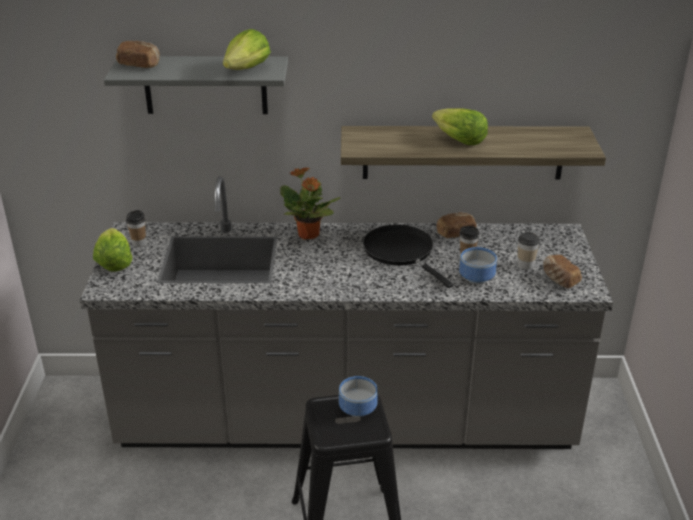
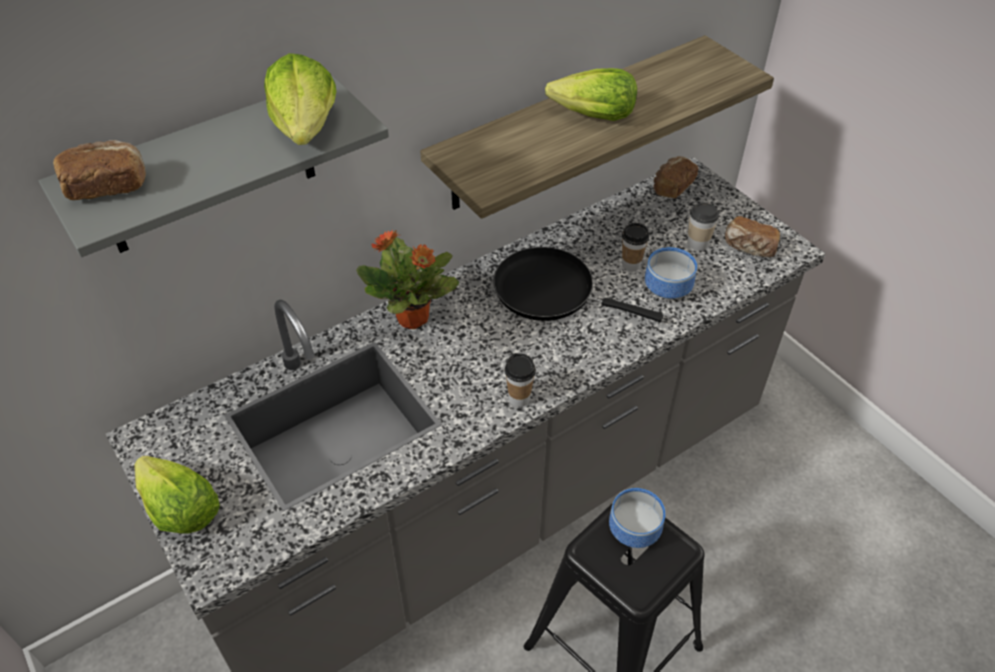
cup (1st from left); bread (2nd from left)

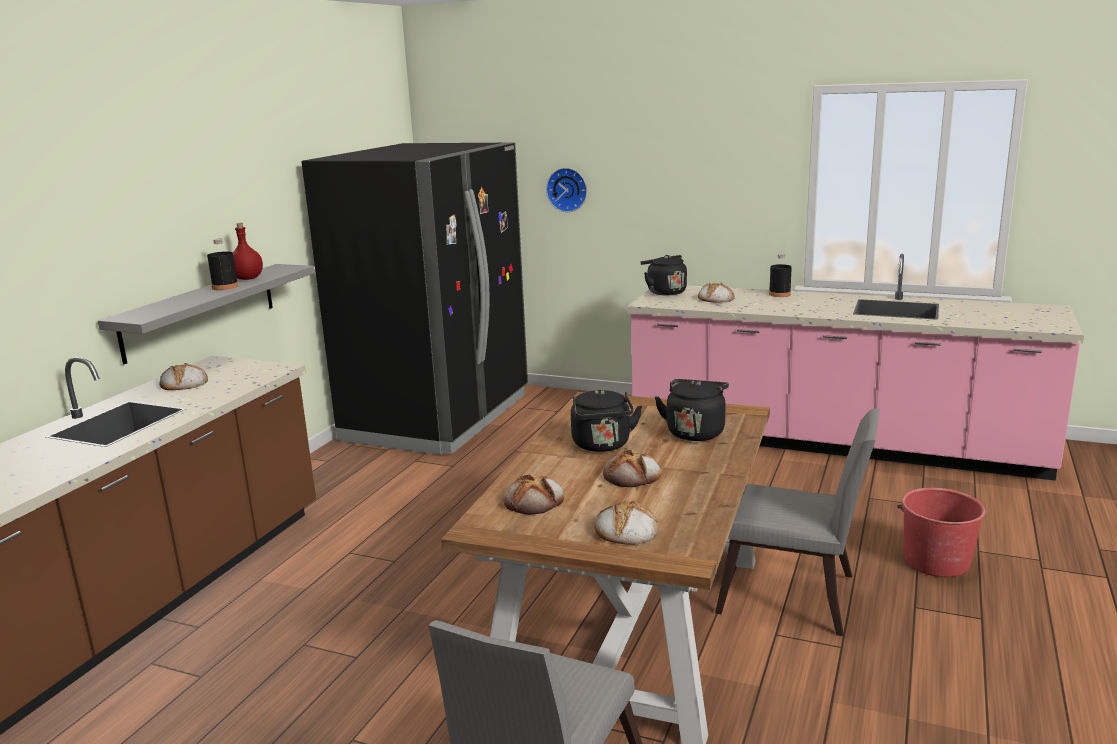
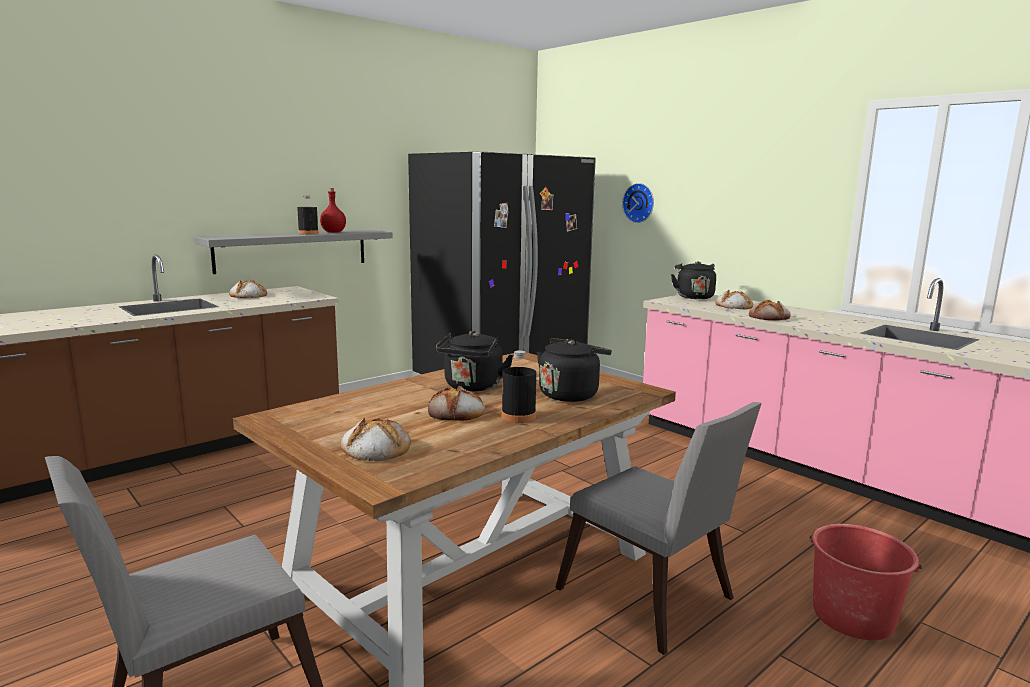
bread (5th from left); bottle/black (2nd from left)

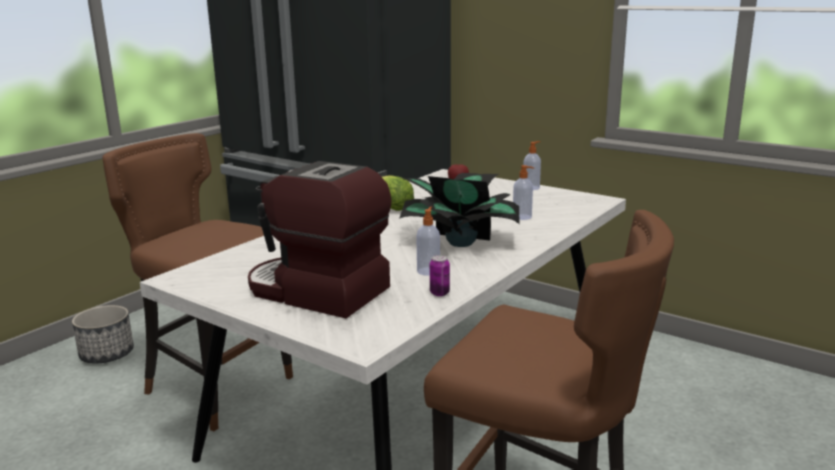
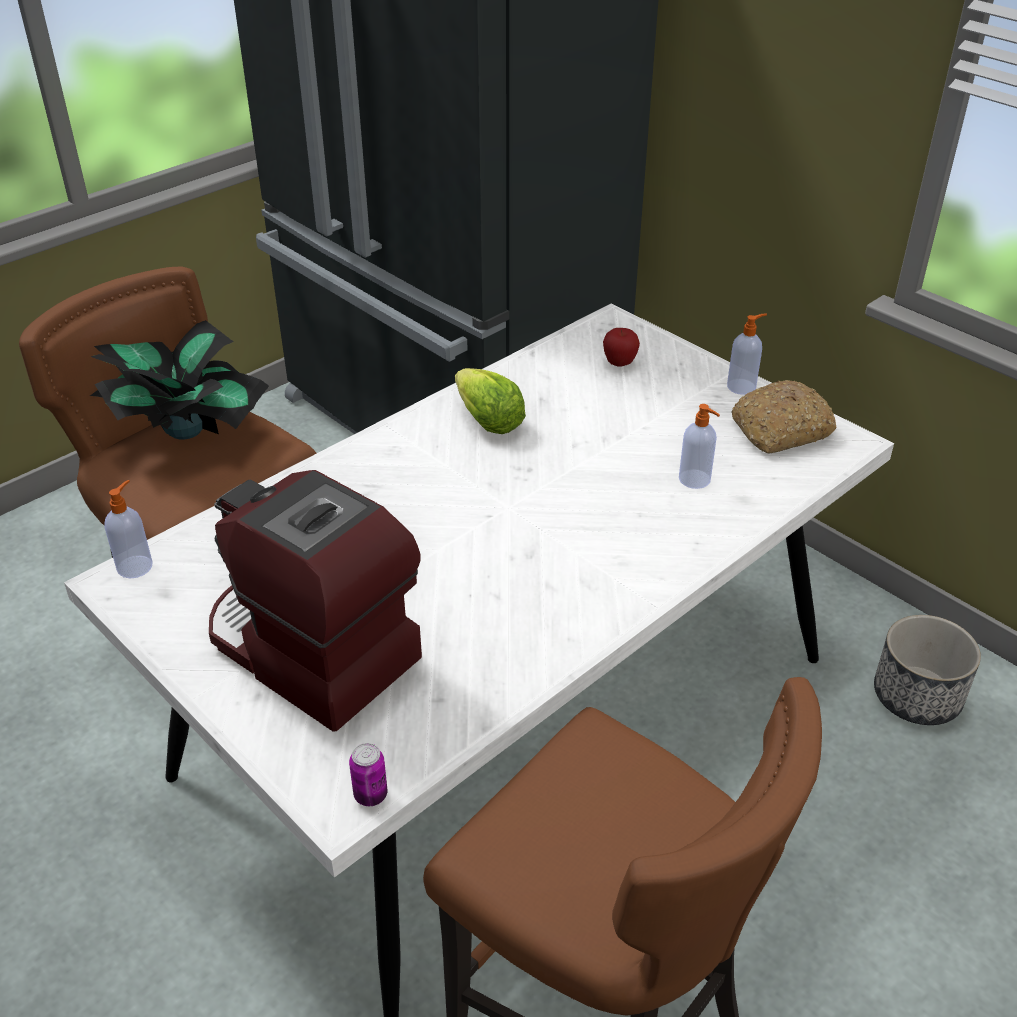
planter; potted plant; soap dispenser (1st from left); can; bread

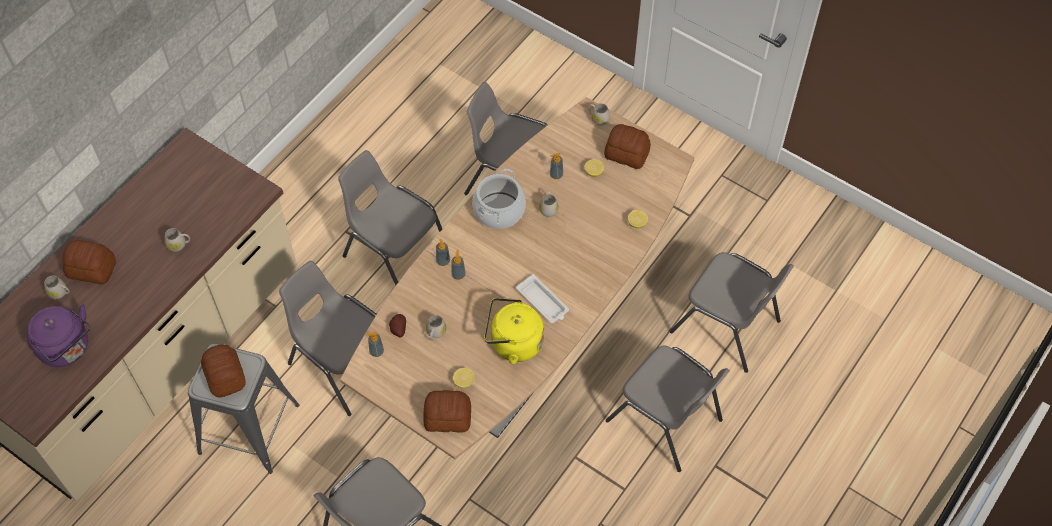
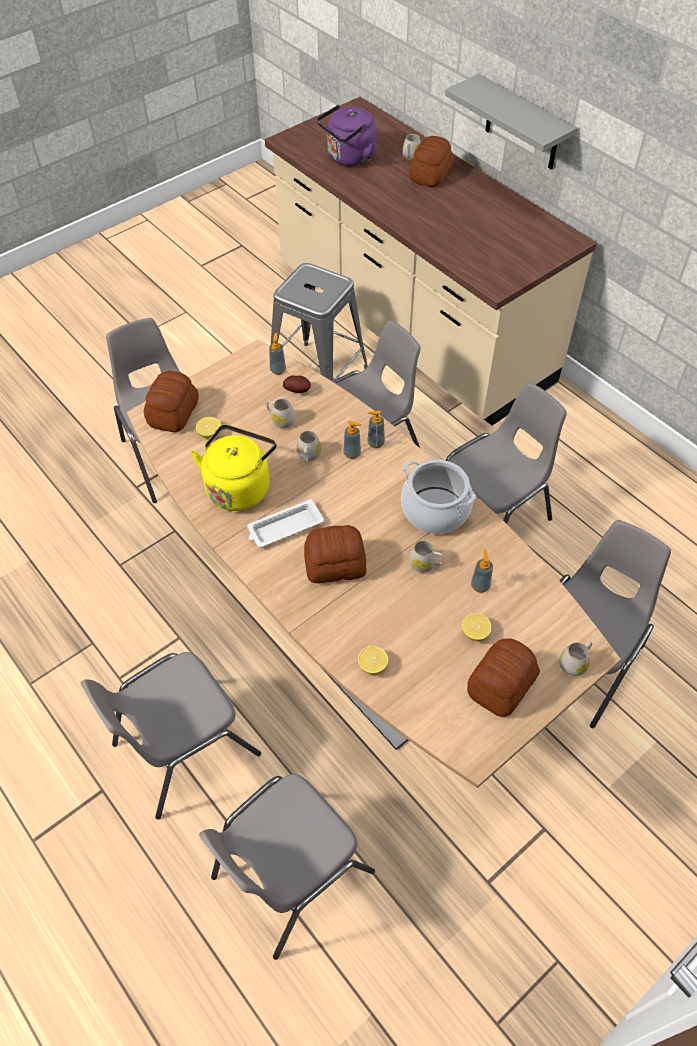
mug/white (2nd from left); bread (2nd from left); shelf/grey

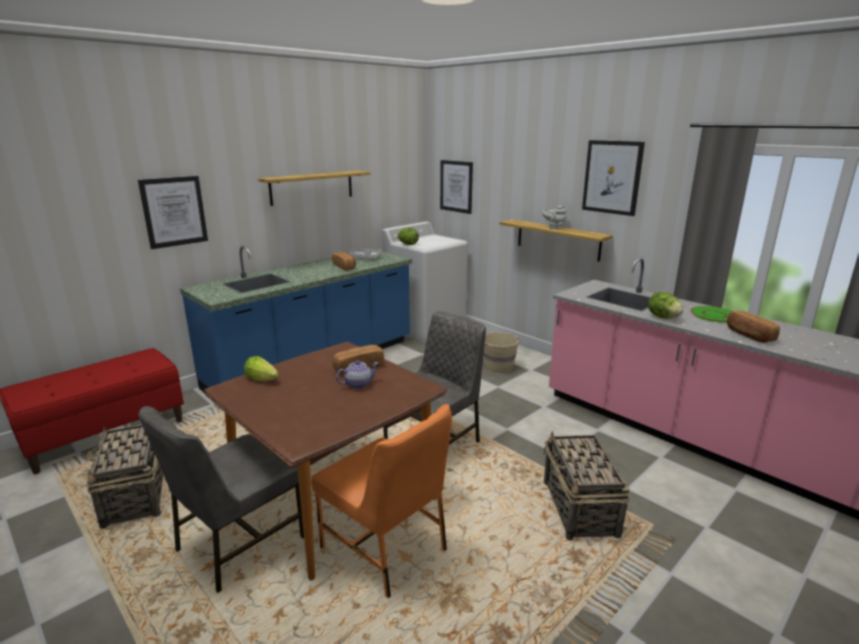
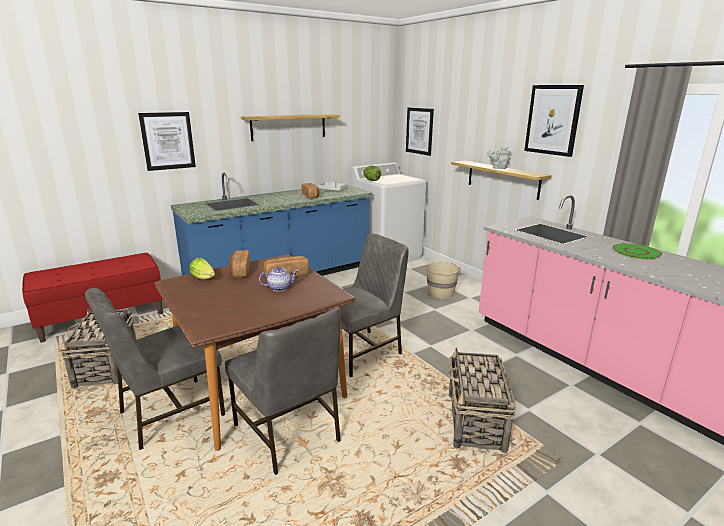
chair/grey (2nd from left); lettuce (3rd from left in the first image); bread (1st from left)

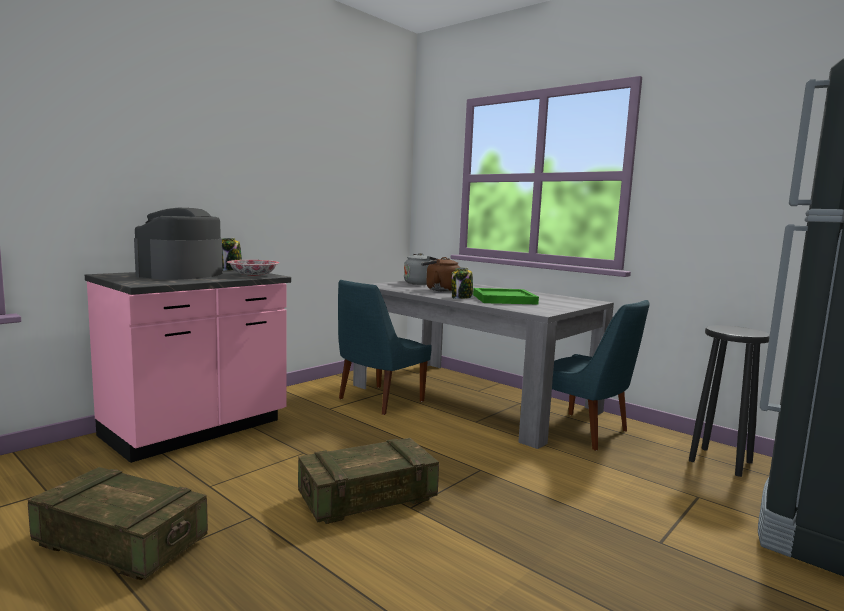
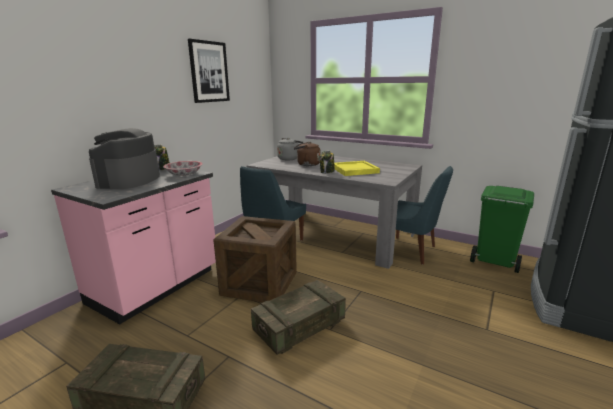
tray/yellow; trash can/green; picture; crate (2nd from left)

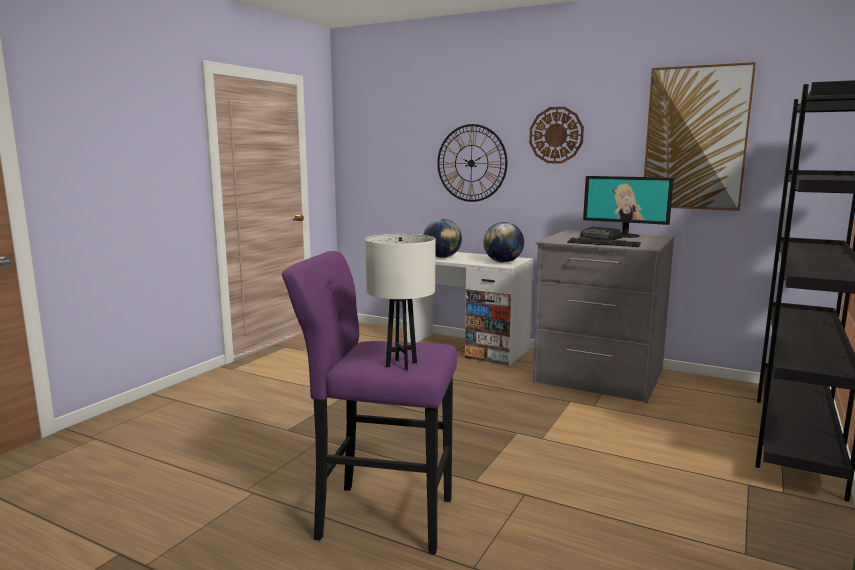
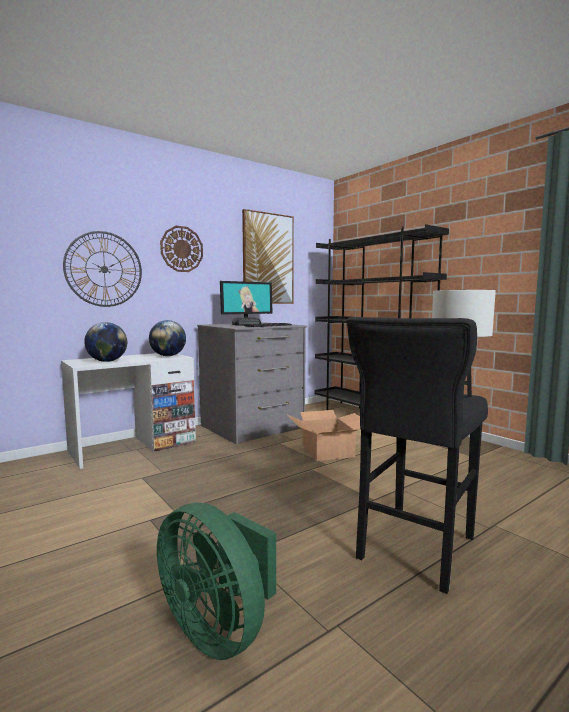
stool/black; fan/green; cardboard box

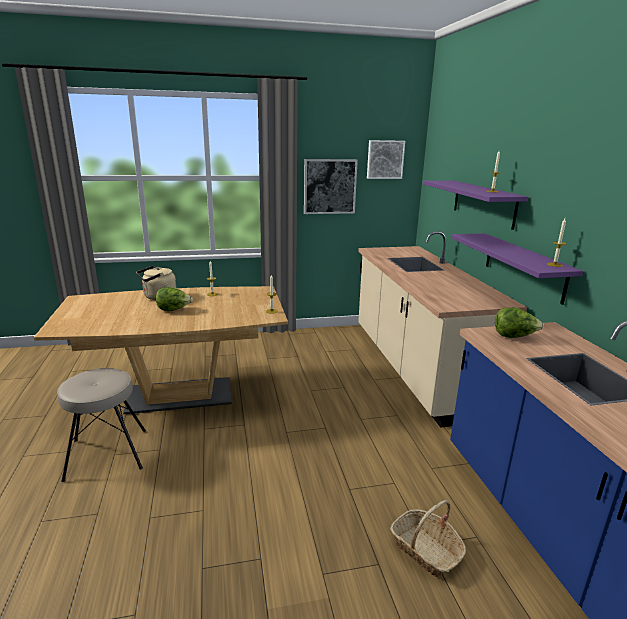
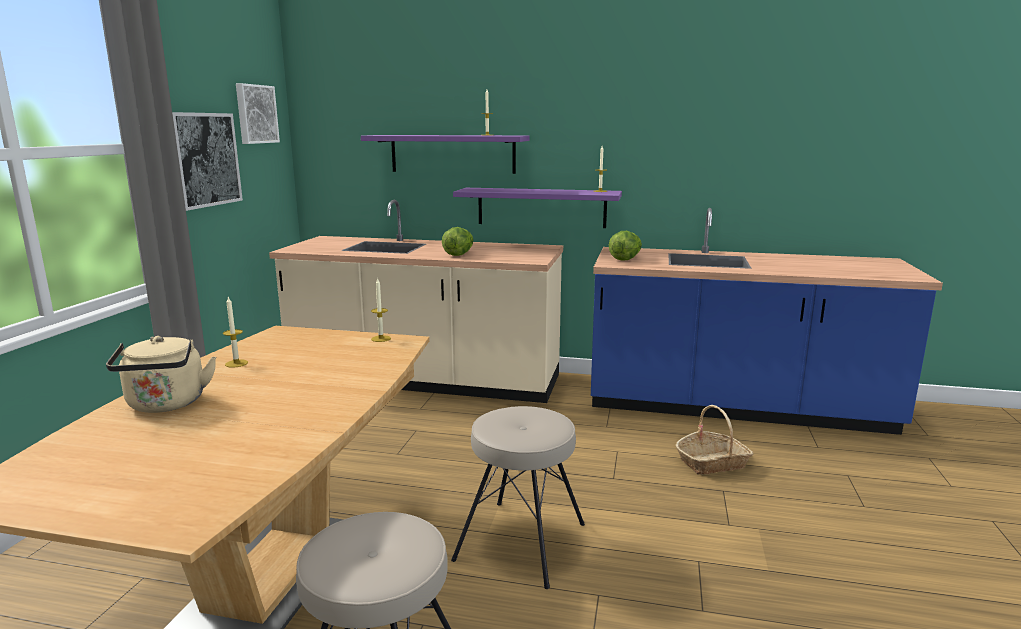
lettuce (1st from left); stool/beige (2nd from left)

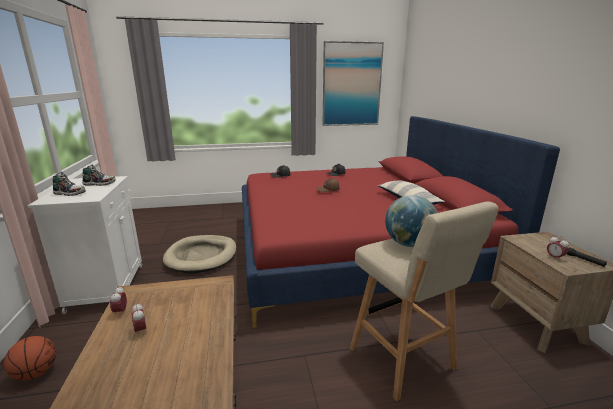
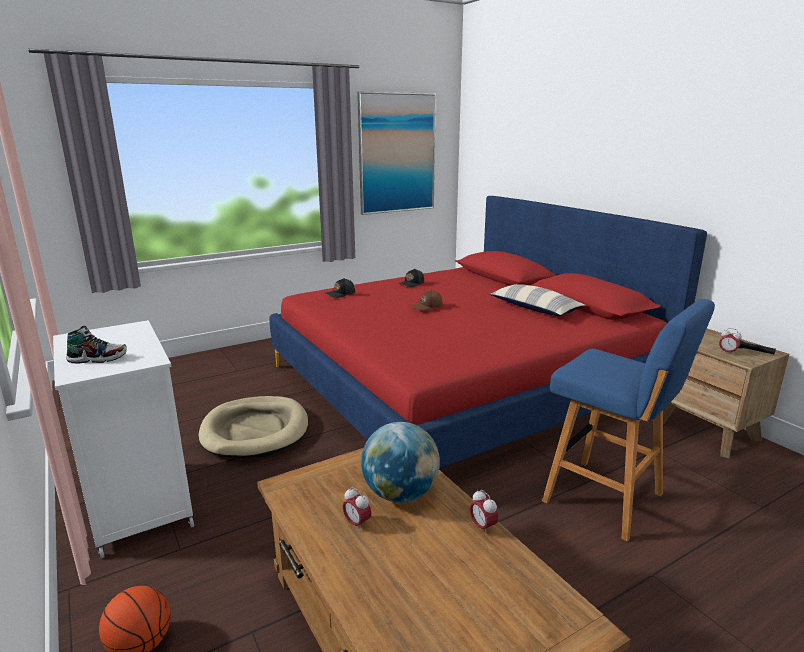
shoe (2nd from left in the first image); alarm clock (2nd from left); stool/blue; globe

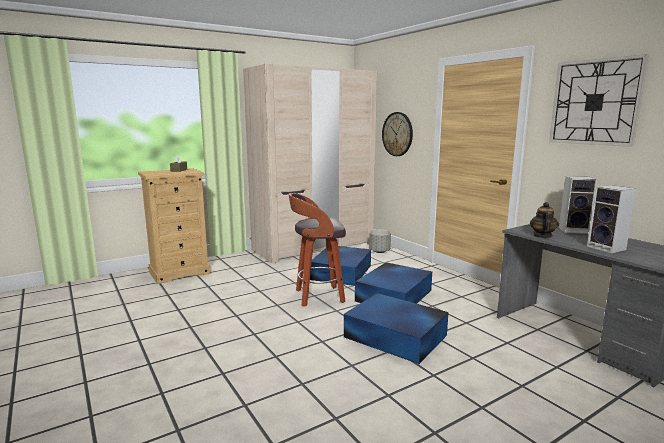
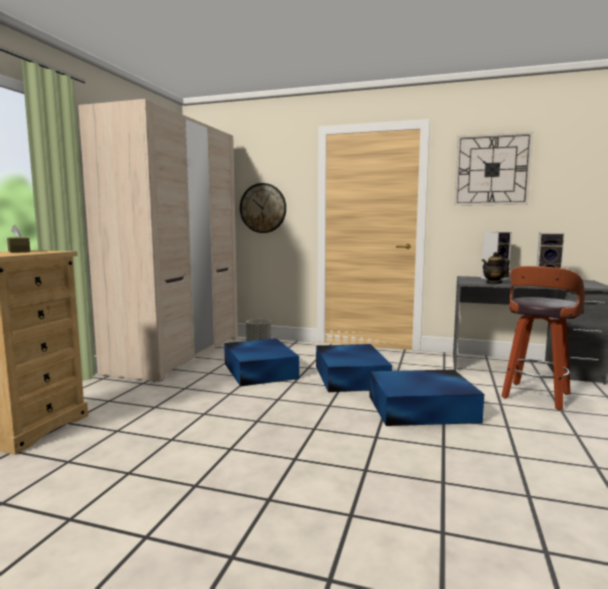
stool

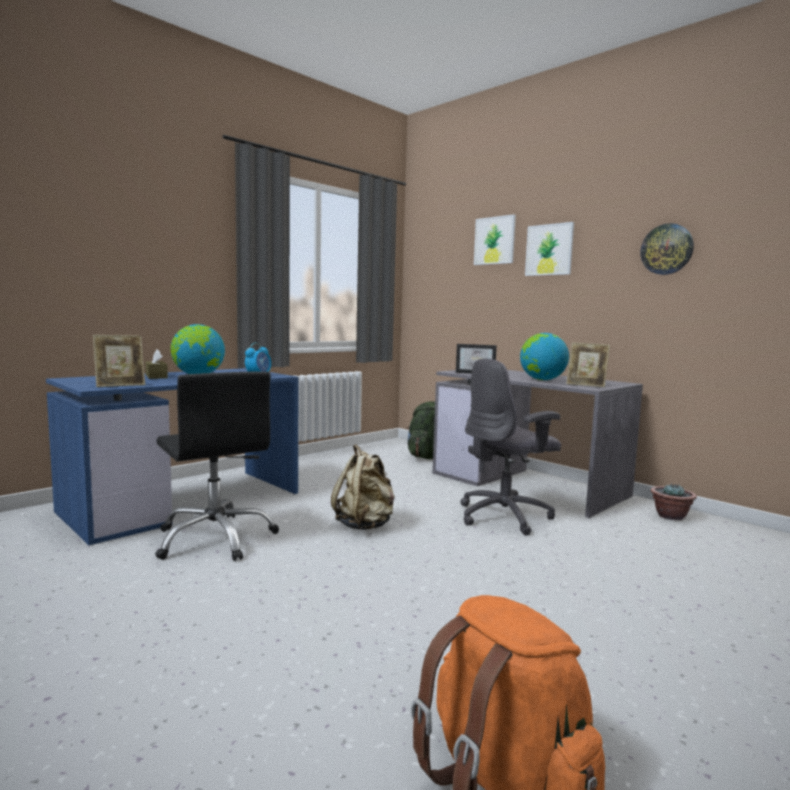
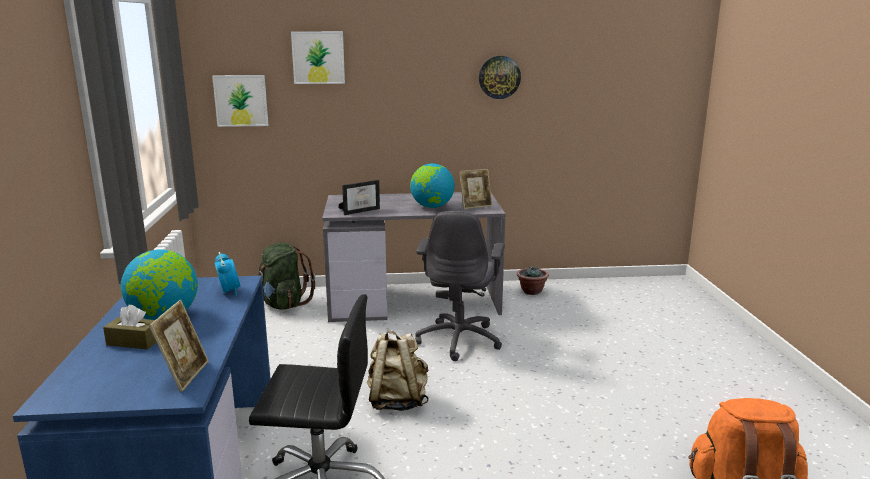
picture (1st from left)

